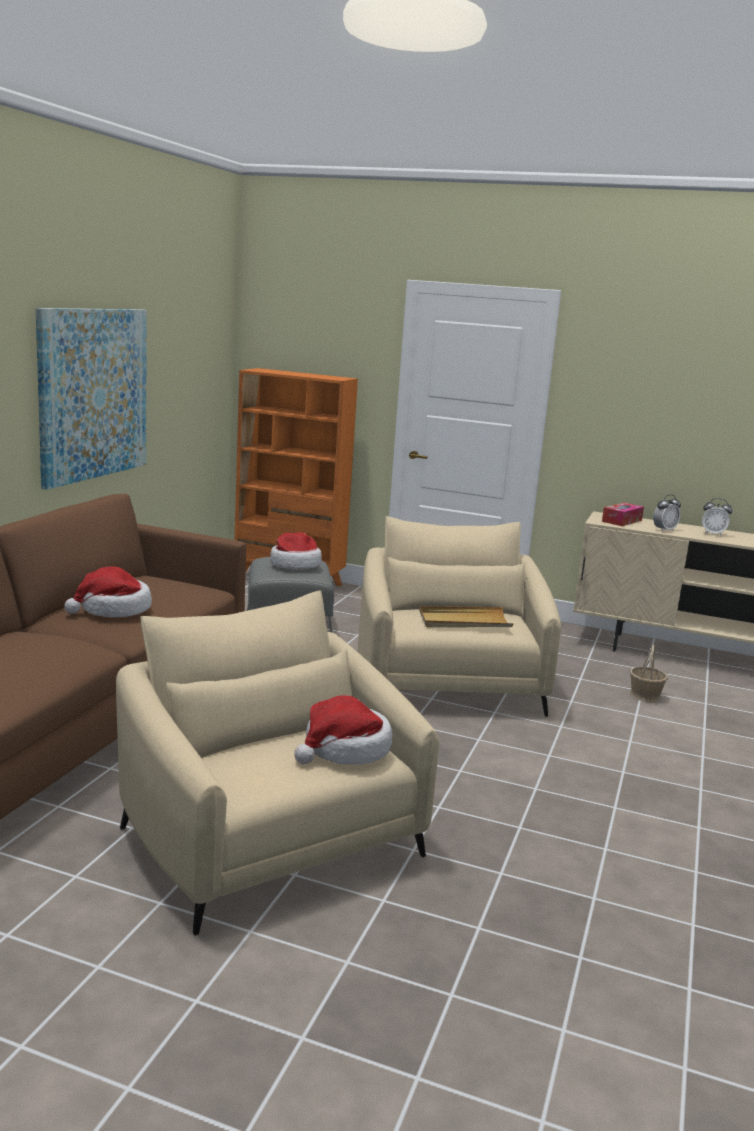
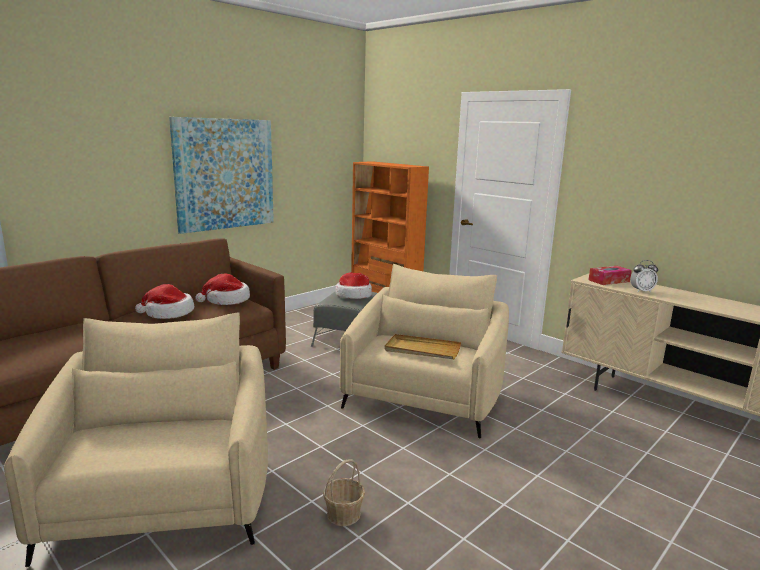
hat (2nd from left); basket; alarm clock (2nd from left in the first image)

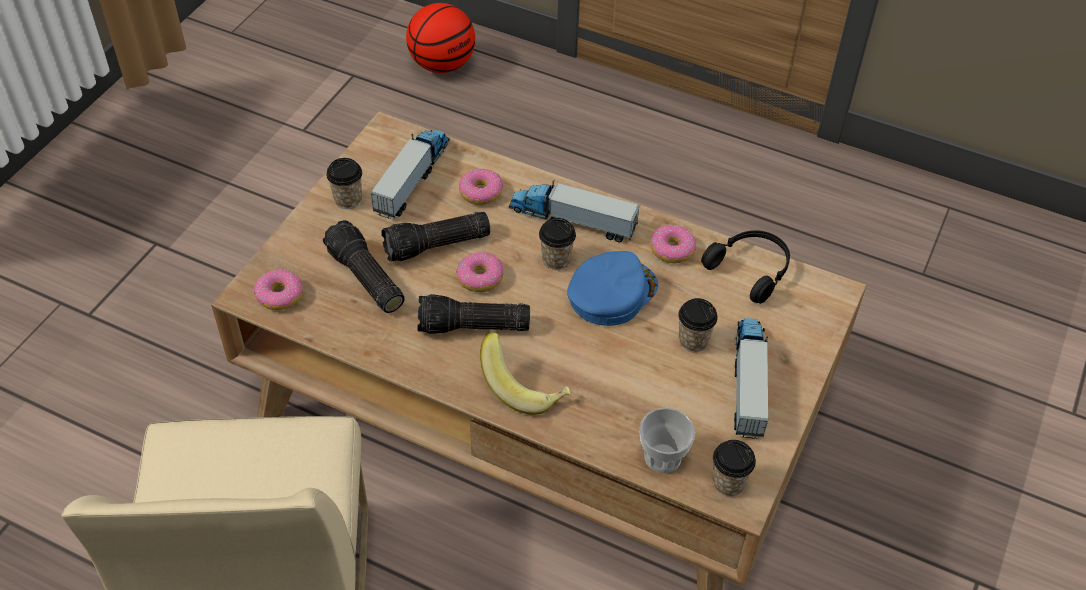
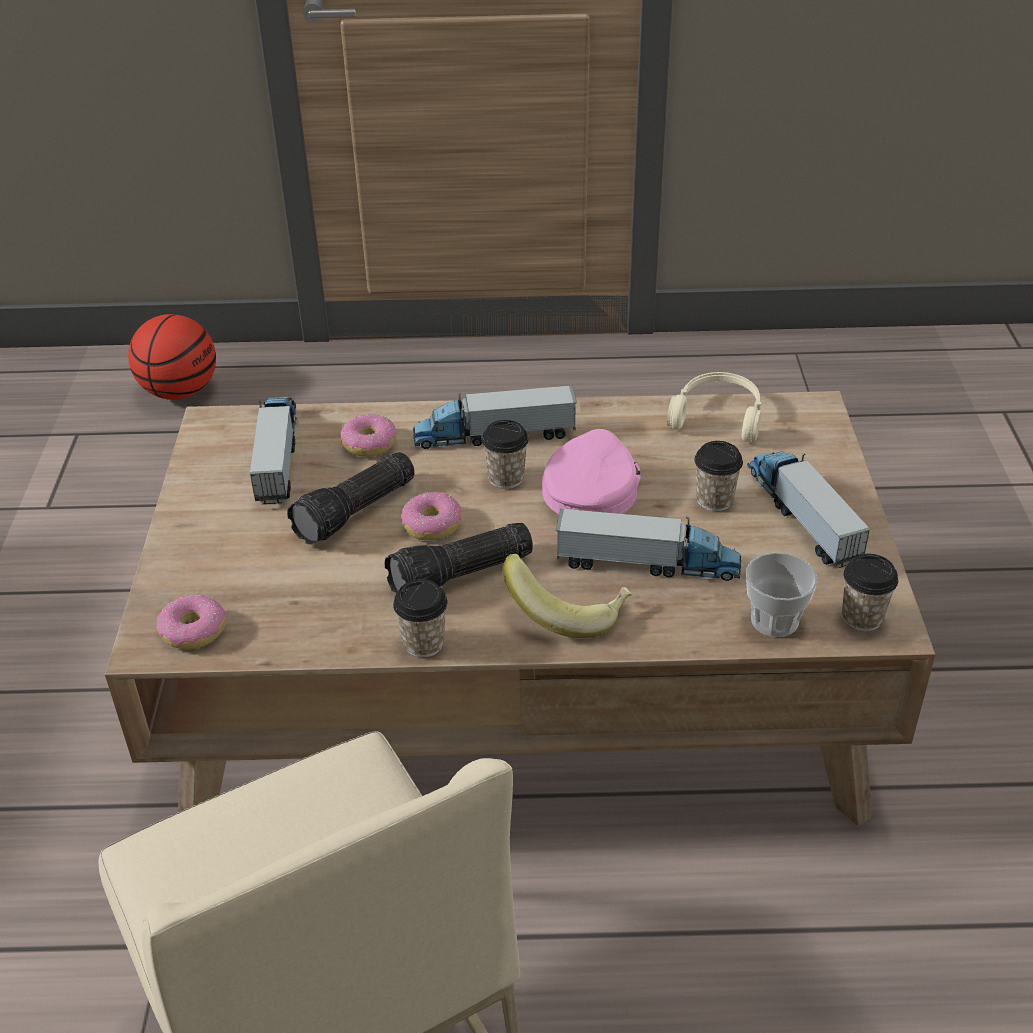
flashlight (1st from left in the first image); cup (1st from left); cap/pink; donut (4th from left in the first image); headphones/beige; toy truck (3rd from left)

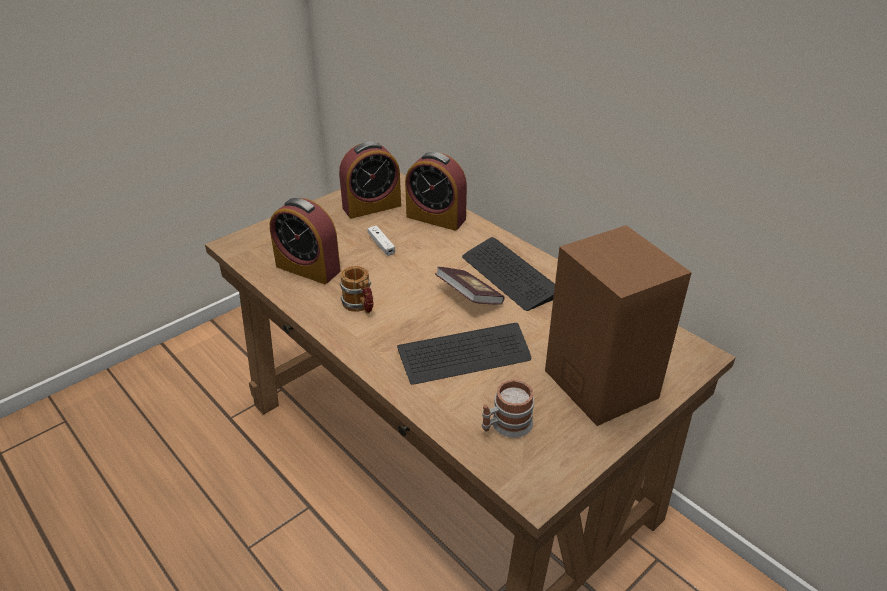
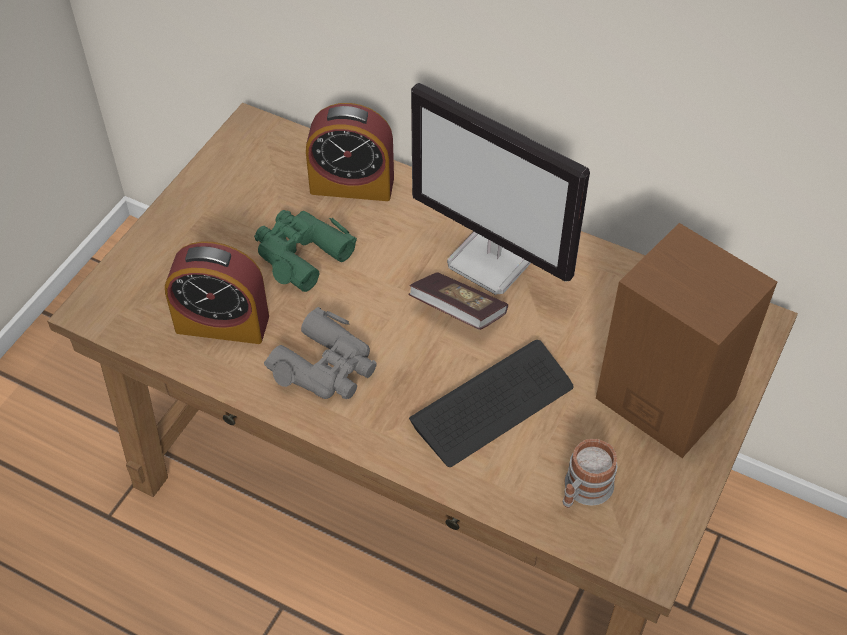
alarm clock (2nd from left in the first image); binoculars/grey; binoculars/green; monitor

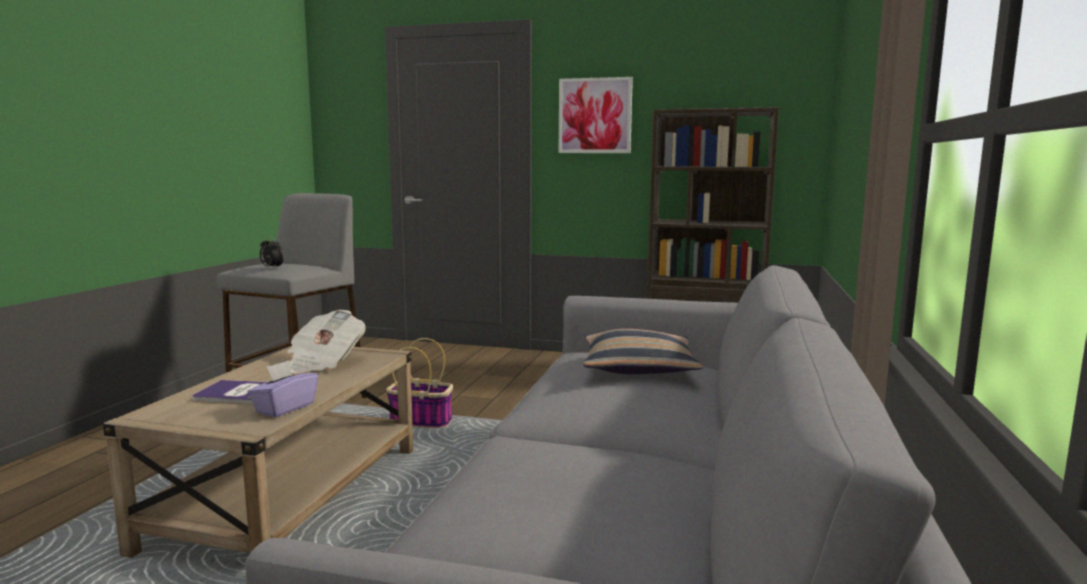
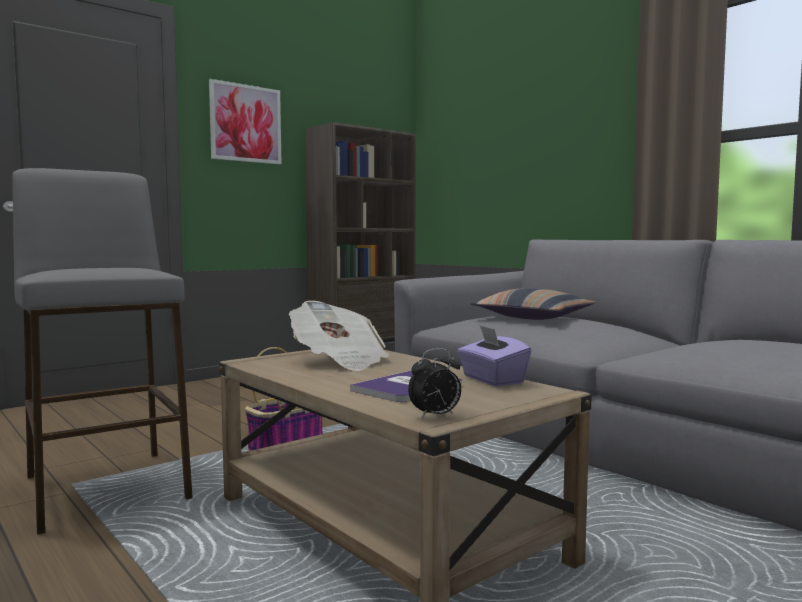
alarm clock

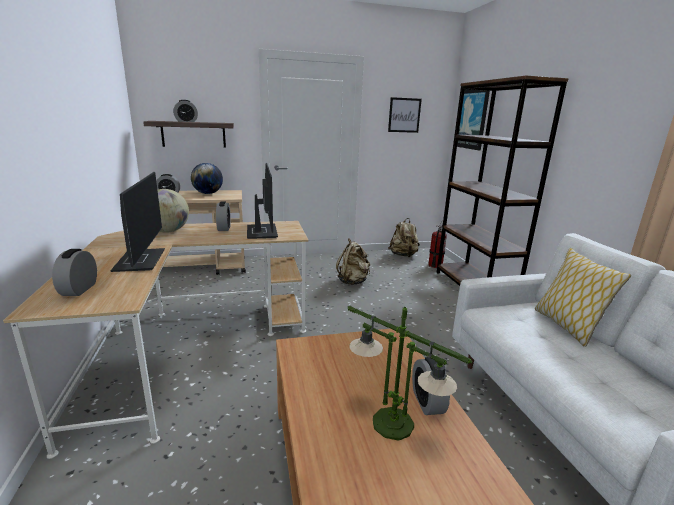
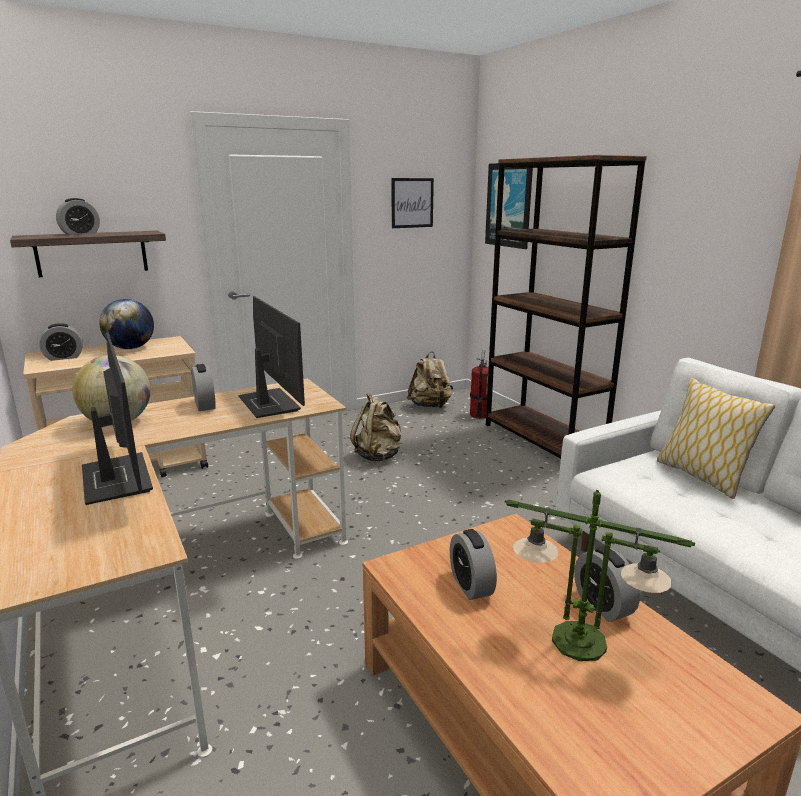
alarm clock (4th from left)

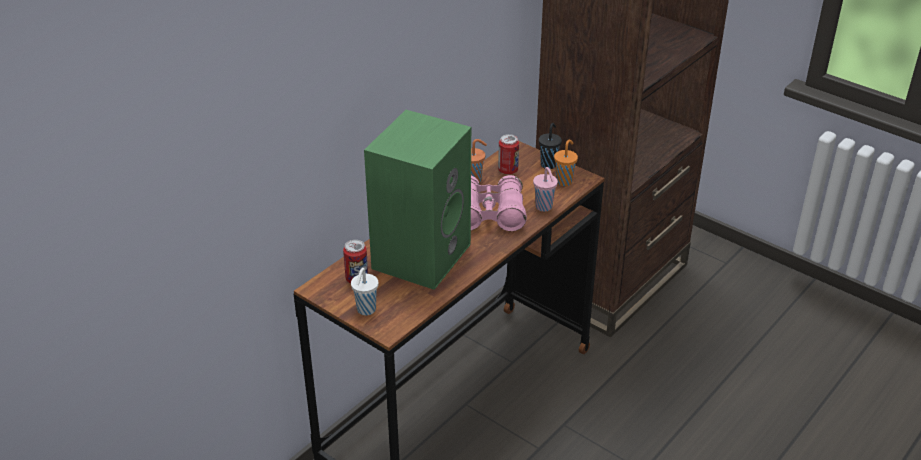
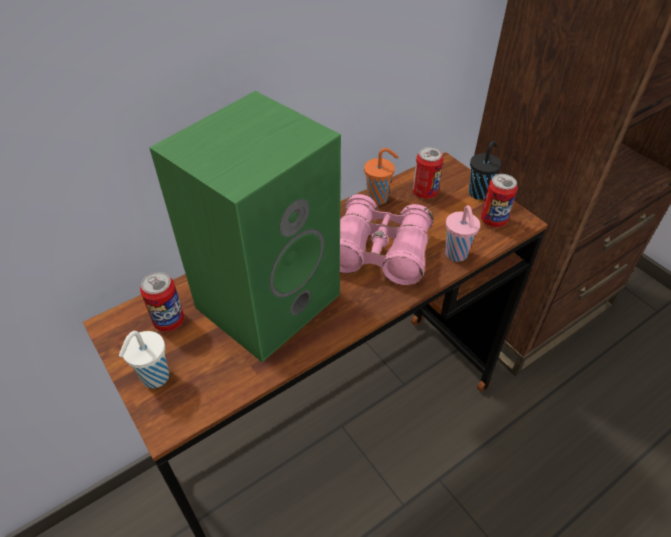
can (3rd from left)

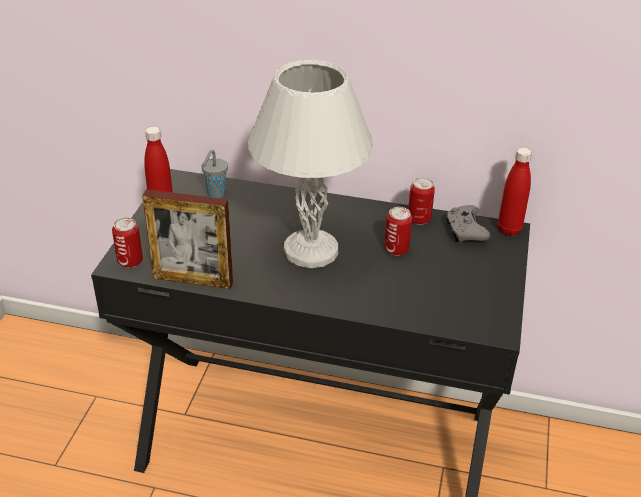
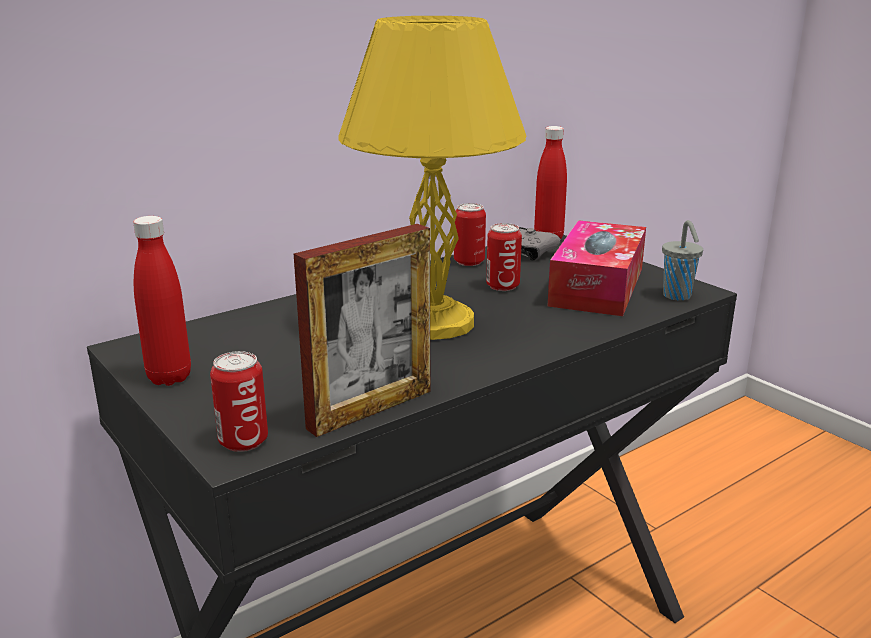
cup/grey; table lamp/yellow; tissue box

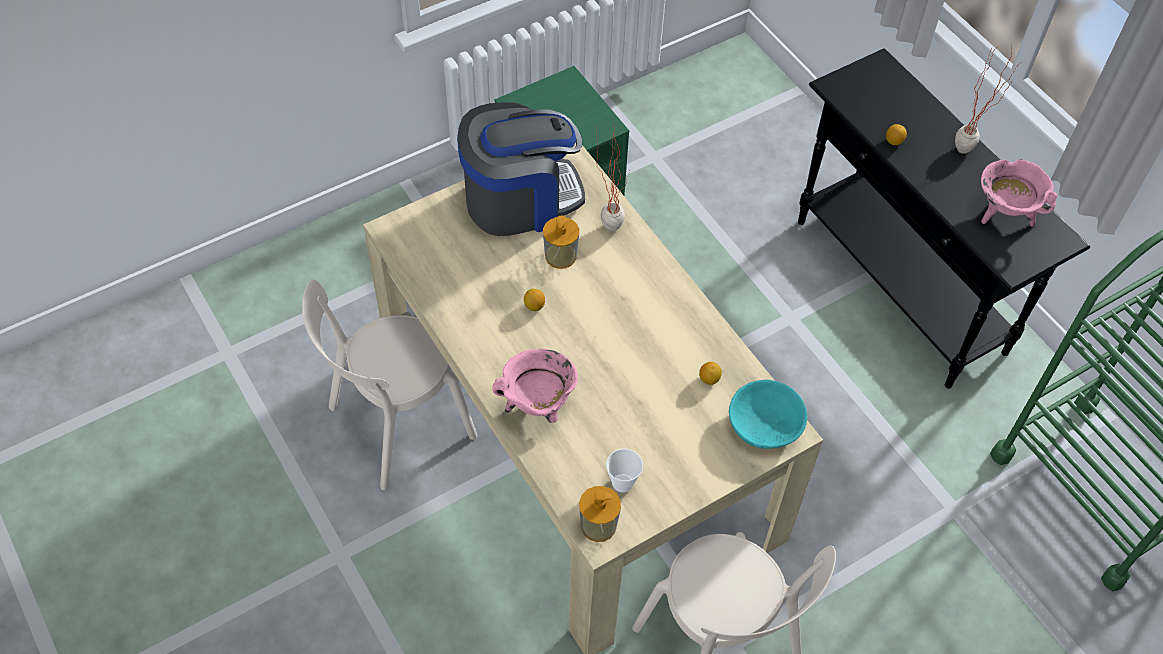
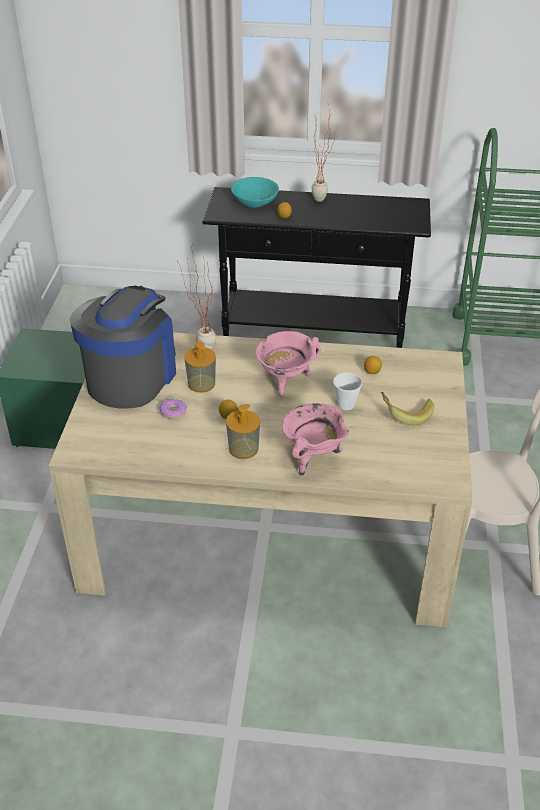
chair/beige (1st from left in the first image); soap dispenser (2nd from left); cup; bowl/turquoise; cooking pot/pink (1st from left); donut; banana

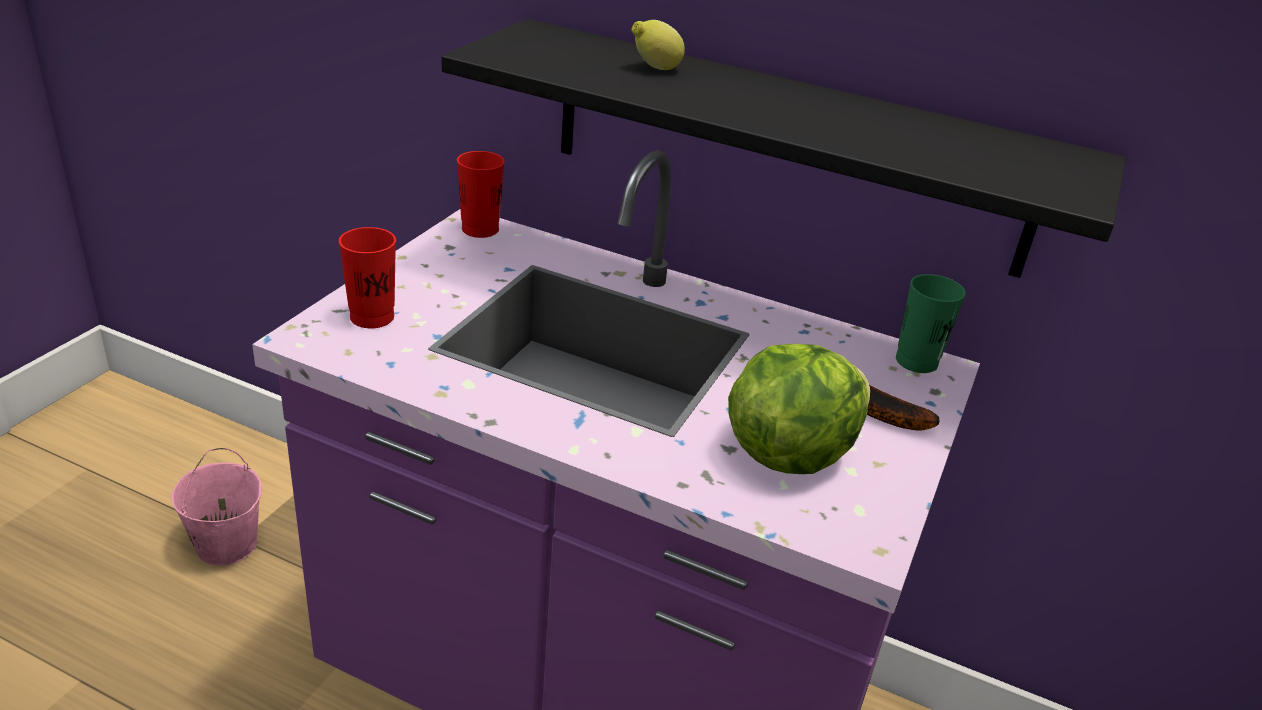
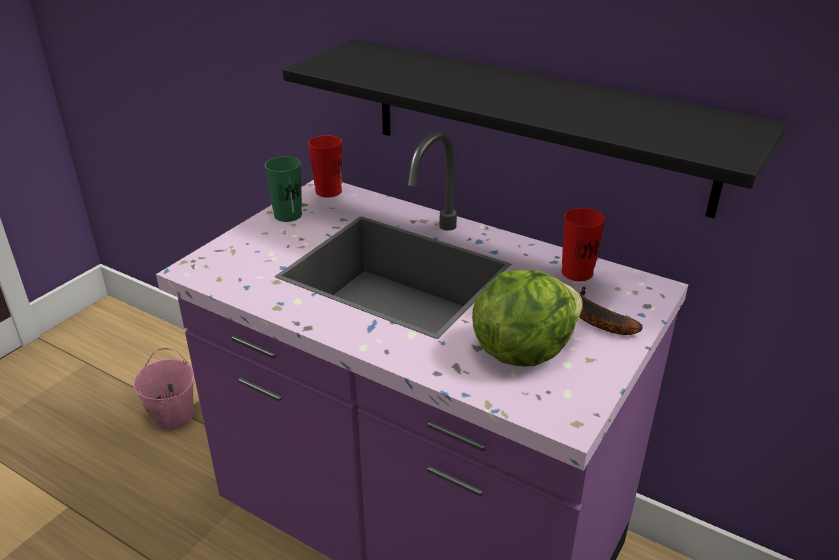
cup/red (2nd from left); lemon; cup/green

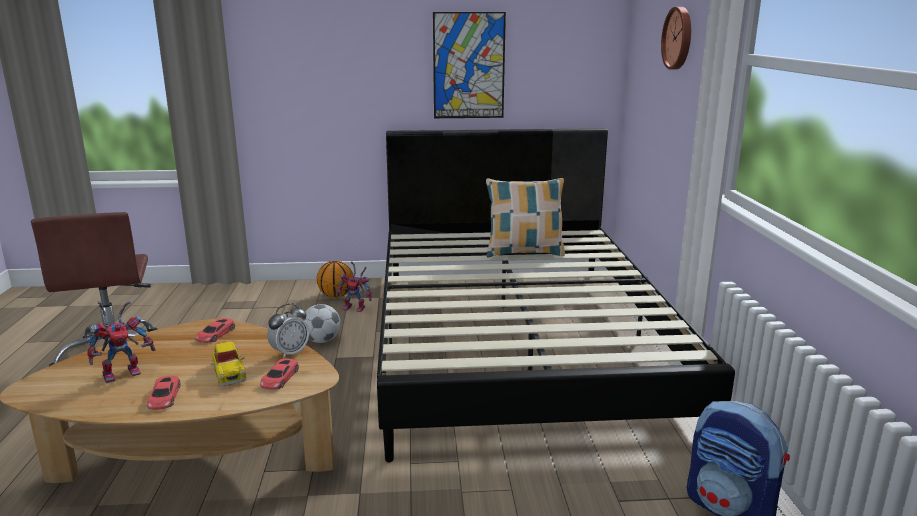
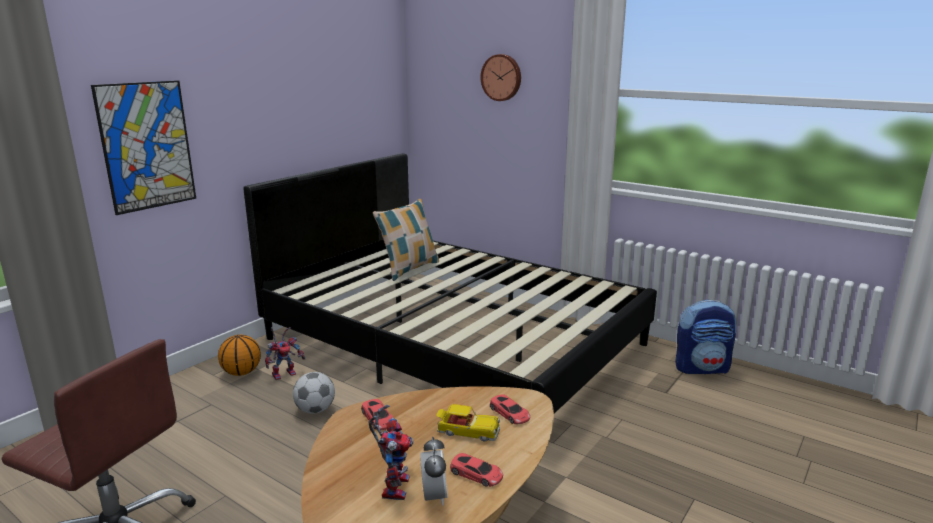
alarm clock; picture

